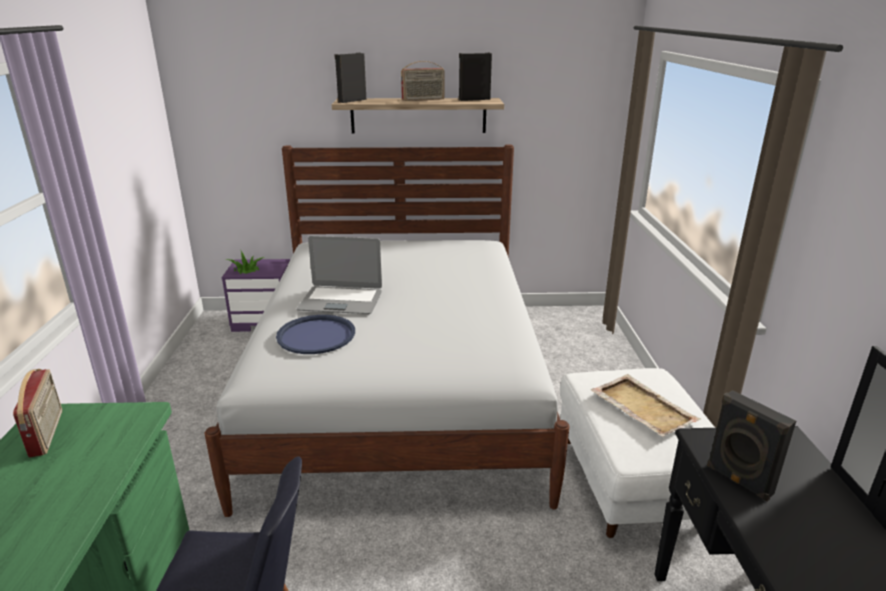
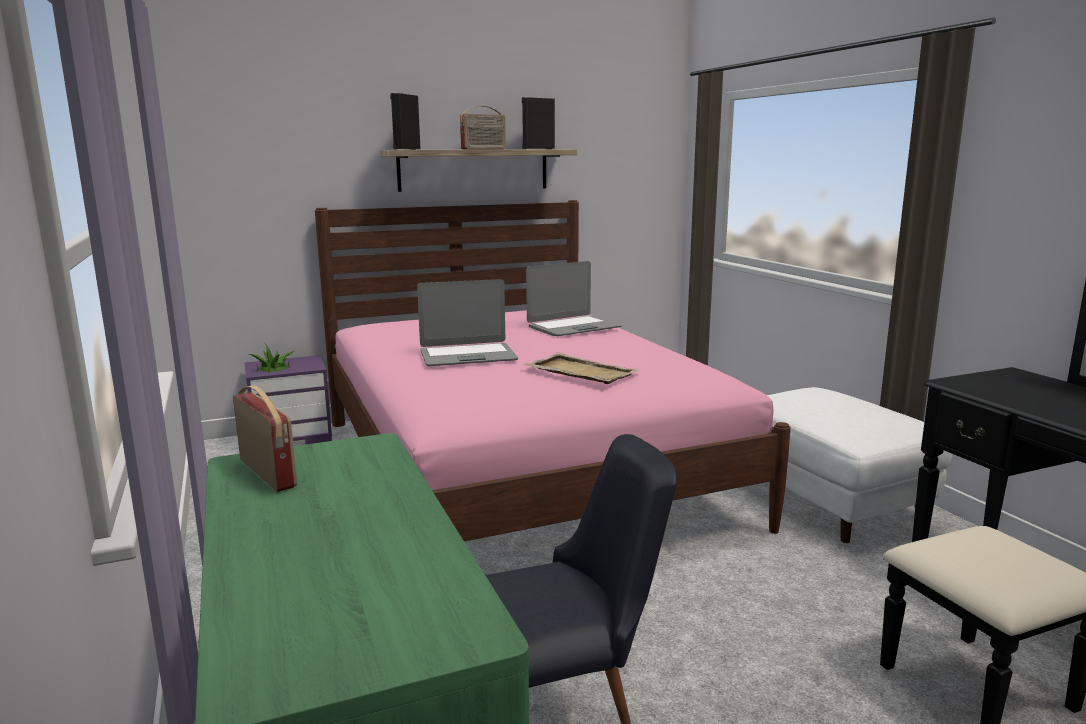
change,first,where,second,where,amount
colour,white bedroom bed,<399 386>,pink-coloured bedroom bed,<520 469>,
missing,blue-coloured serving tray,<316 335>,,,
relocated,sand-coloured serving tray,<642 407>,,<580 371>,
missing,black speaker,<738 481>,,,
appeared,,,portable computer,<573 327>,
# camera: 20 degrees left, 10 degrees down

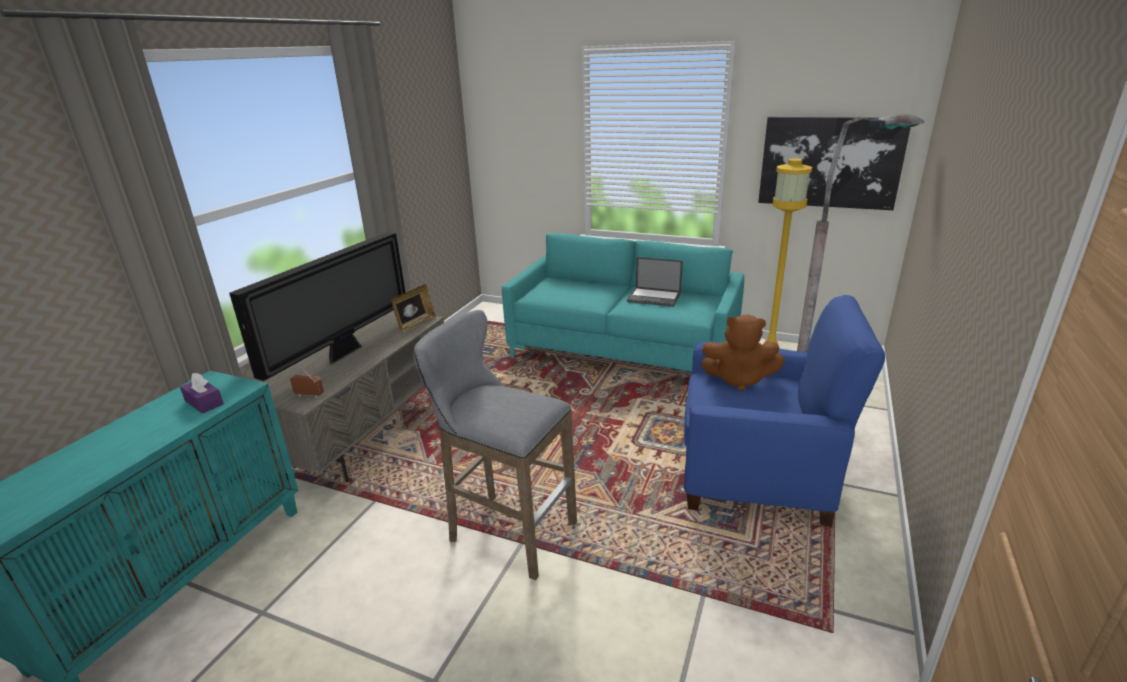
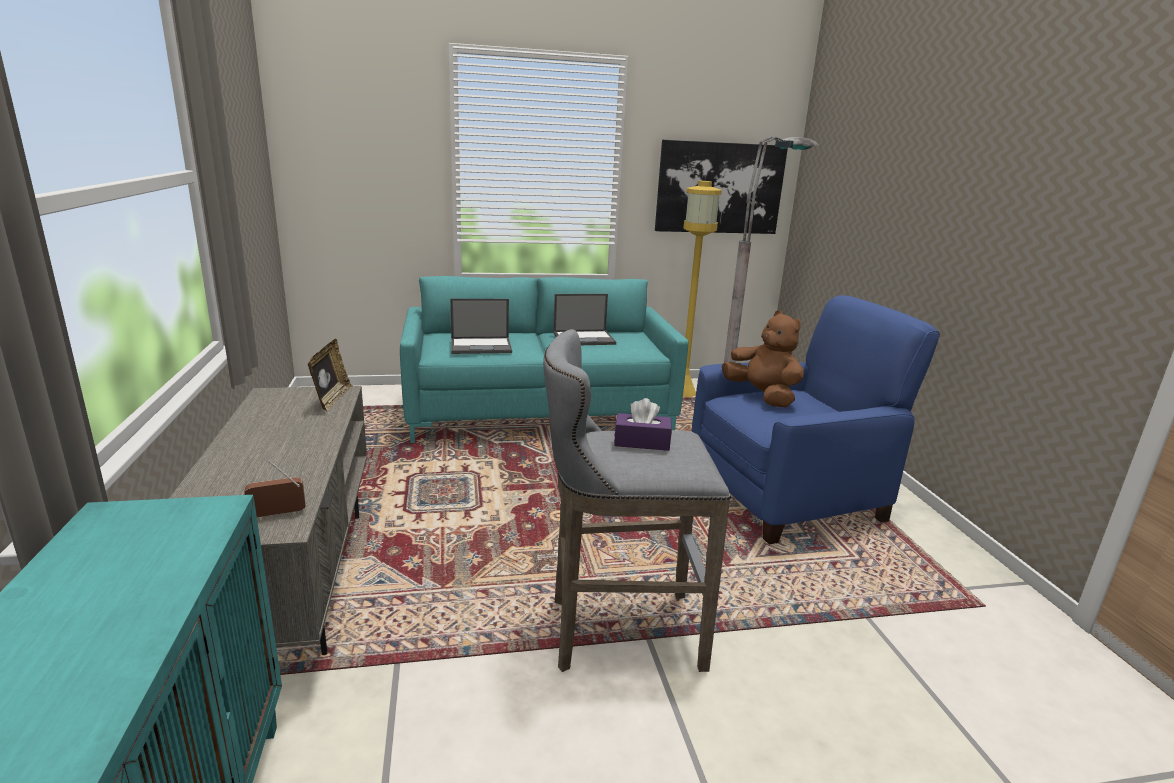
change,first,where,second,where,amount
missing,TV set,<344 353>,,,
spun,brown-coloured plush toy,<738 379>,,<762 397>,105 degrees counterclockwise
relocated,purple tissue holder,<204 402>,,<642 442>,
appeared,,,portable computer,<482 346>,
# camera: 35 degrees left, 5 degrees down

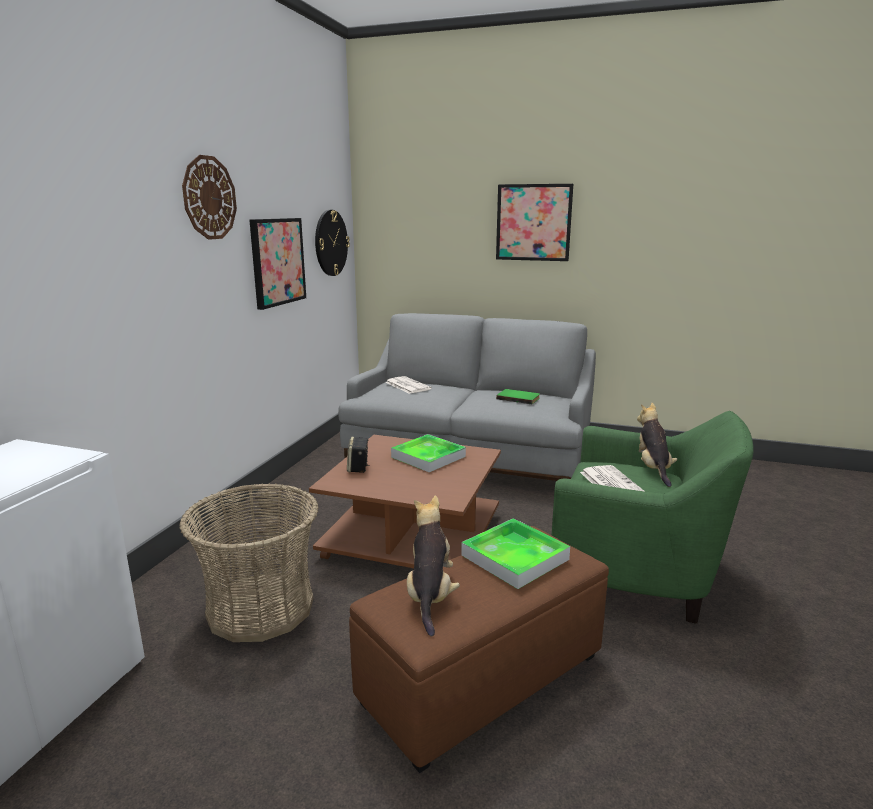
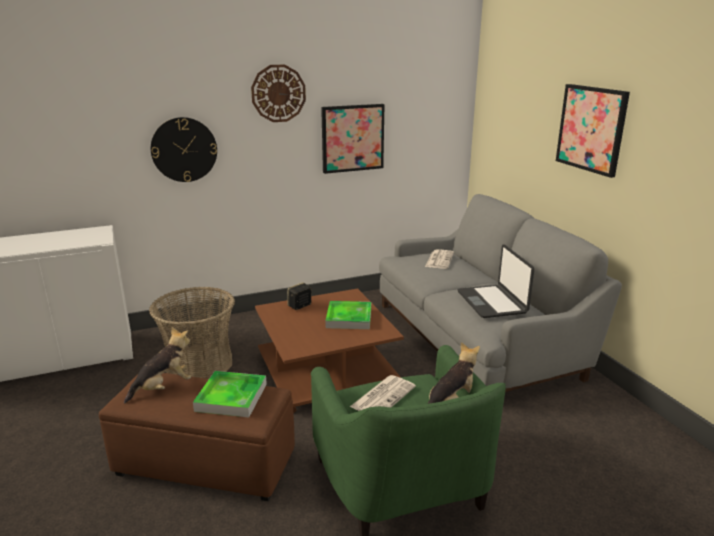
change,first,where,second,where,amount
relocated,wall clock,<330 243>,,<184 149>,
exchanged,green-coloured book,<518 398>,portable computer,<492 302>,
# camera: 50 degrees right, 5 degrees up

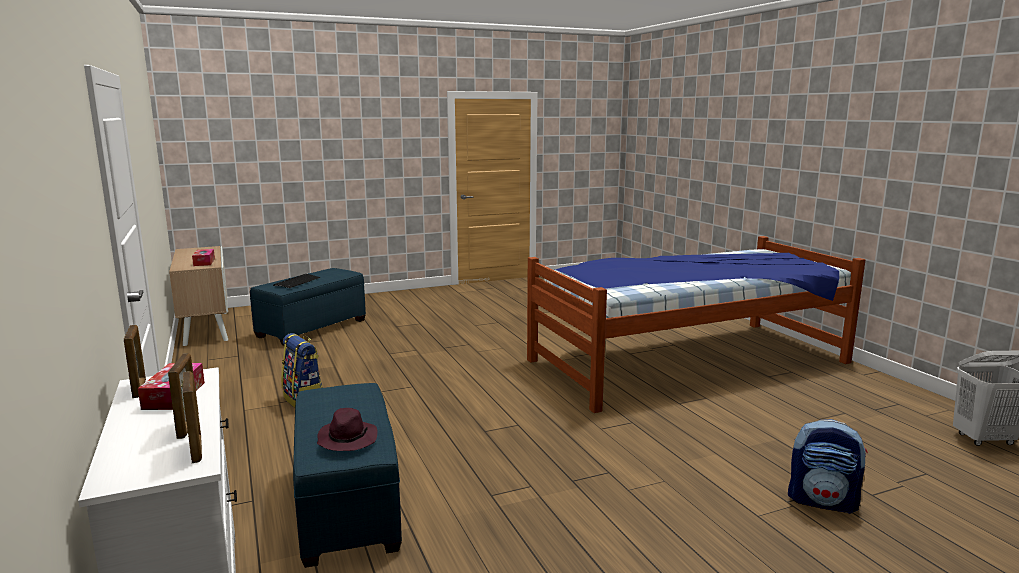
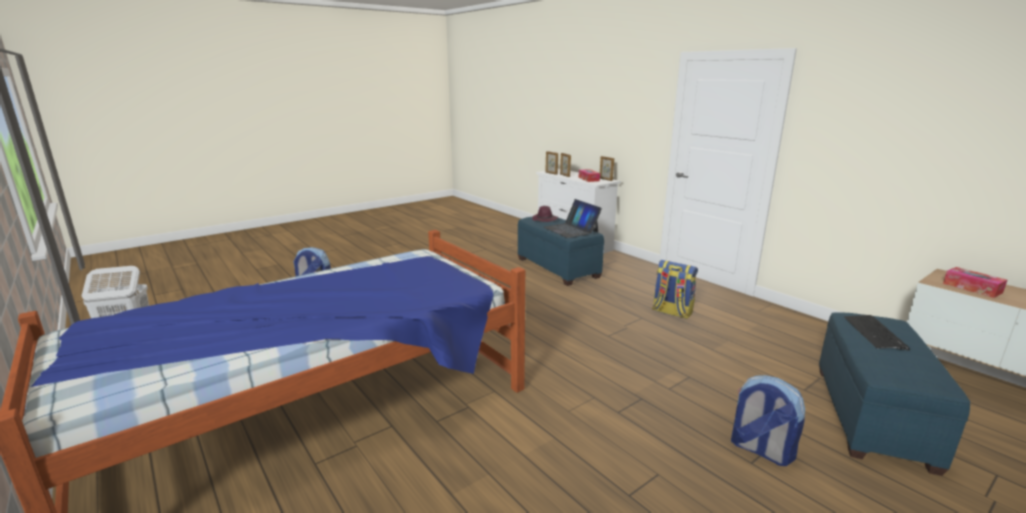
change,first,where,second,where,amount
appeared,,,portable computer,<571 229>,
appeared,,,rucksack,<760 450>,
# camera: 165 degrees right, 5 degrees up

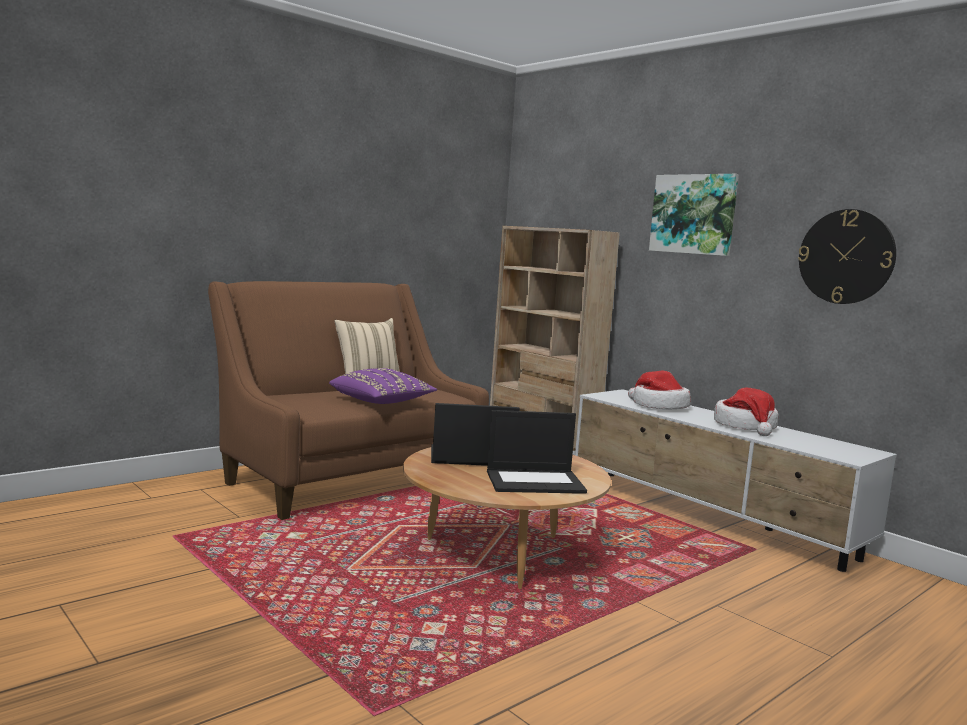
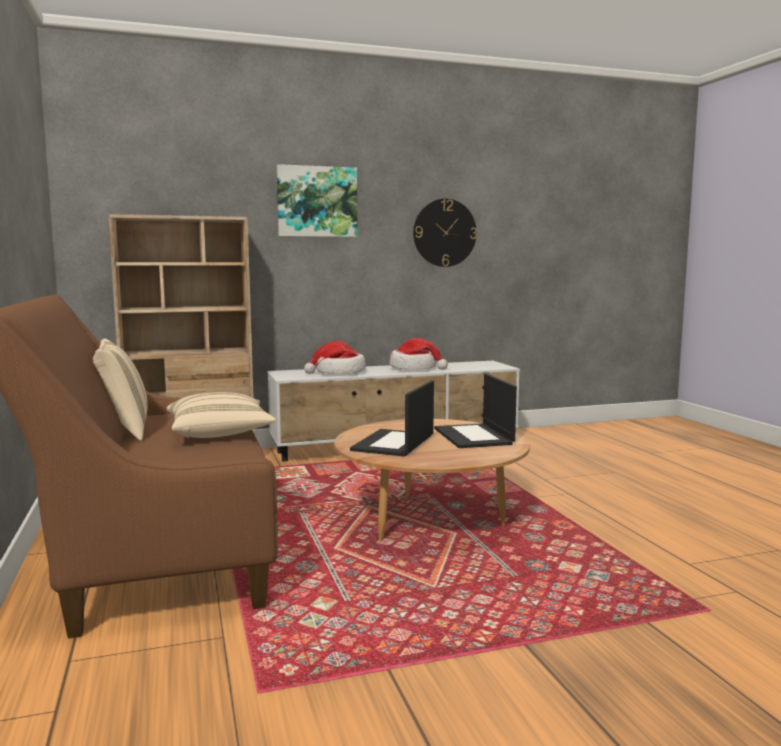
change,first,where,second,where,amount
colour,purple cushion,<382 402>,sand-coloured cushion,<220 433>,
spun,portable computer,<535 481>,,<474 436>,150 degrees clockwise
# camera: 65 degrees left, 0 degrees up

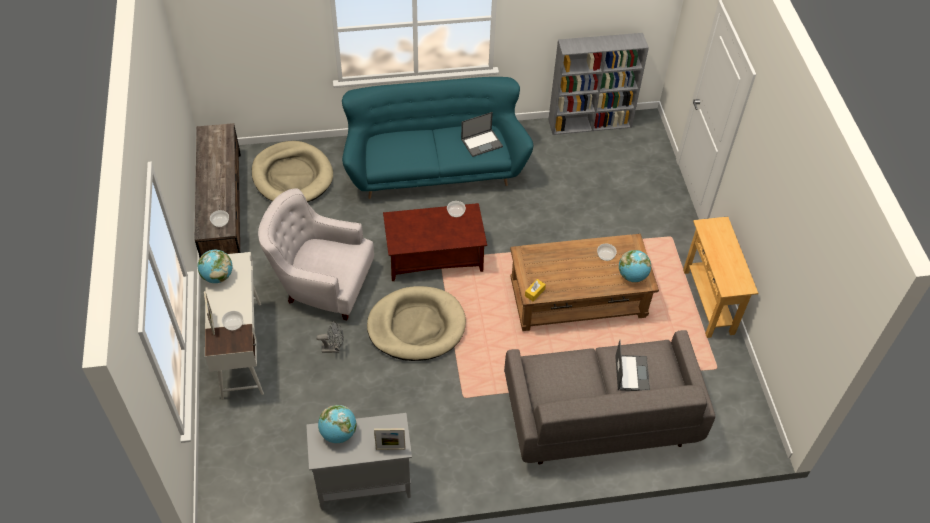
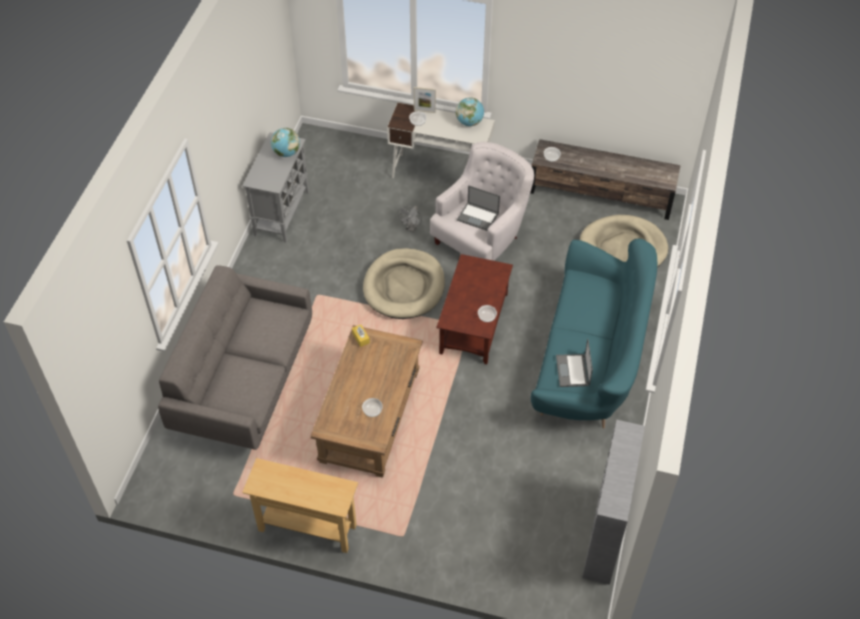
change,first,where,second,where,amount
missing,globe,<632 276>,,,
relocated,portable computer,<631 373>,,<478 216>,
missing,picture frame,<390 448>,,,
# camera: 115 degrees right, 0 degrees up

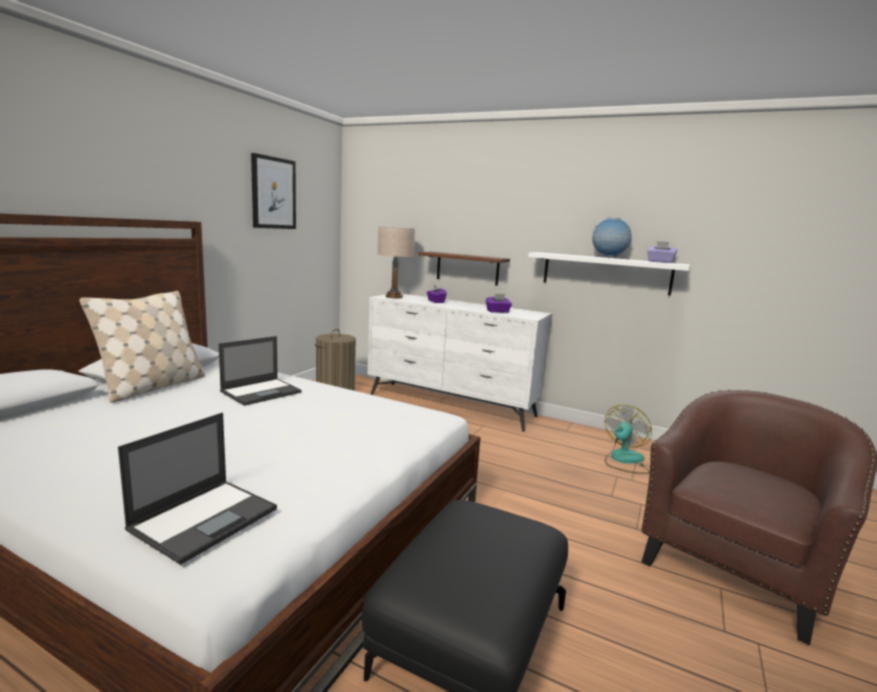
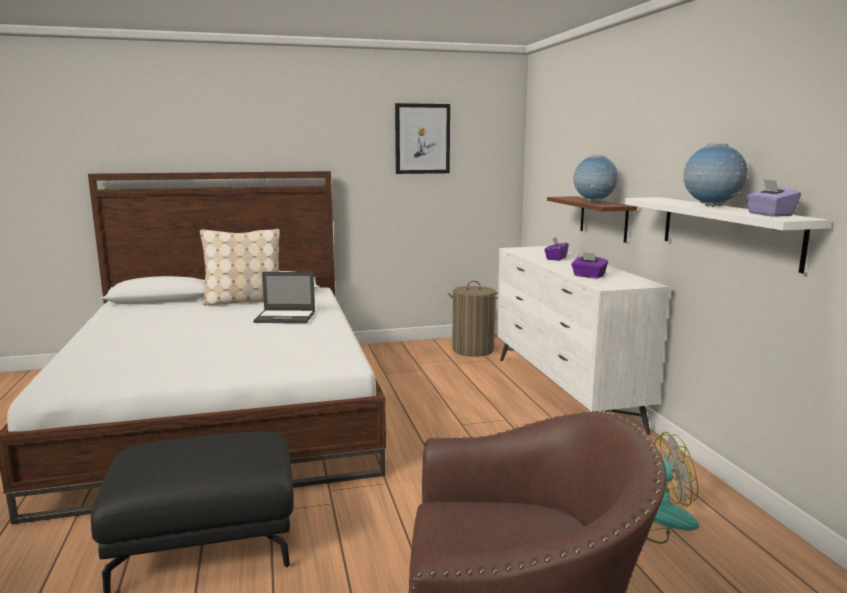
change,first,where,second,where,amount
missing,sand-coloured table lamp,<394 297>,,,
missing,portable computer,<206 518>,,,
appeared,,,globe,<594 202>,
# camera: 50 degrees right, 0 degrees up

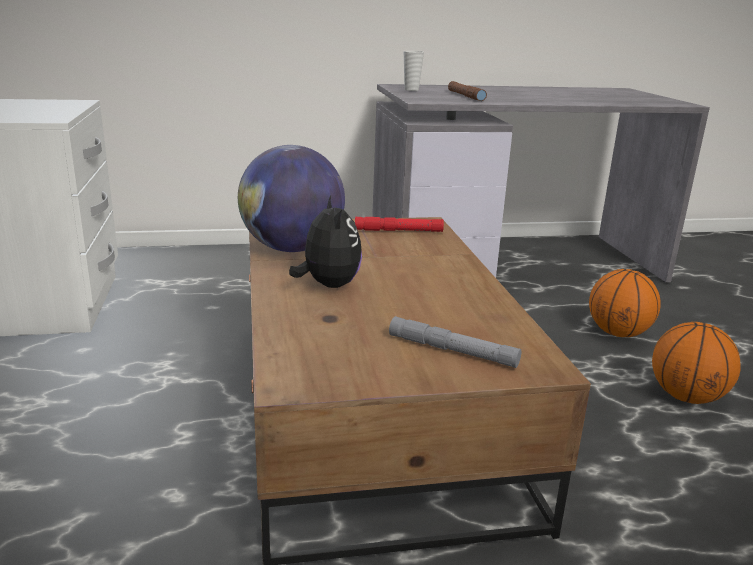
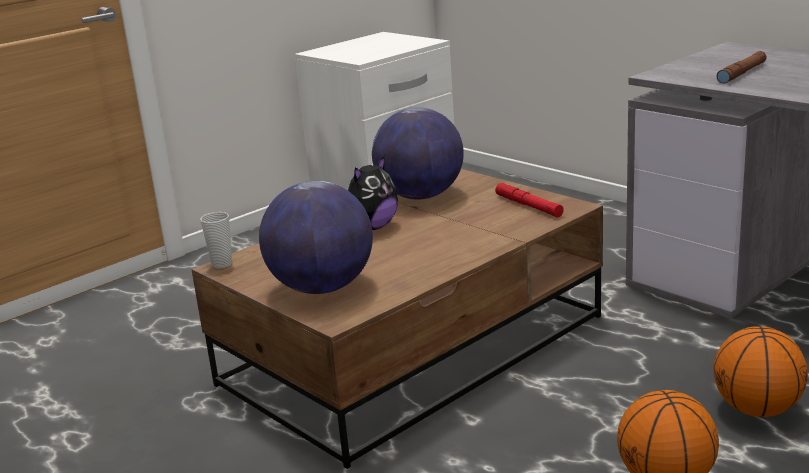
change,first,where,second,where,amount
relocated,small cup,<411 90>,,<222 264>,
exchanged,greyish hand torch,<452 350>,globe,<321 288>,
# camera: 60 degrees right, 0 degrees up

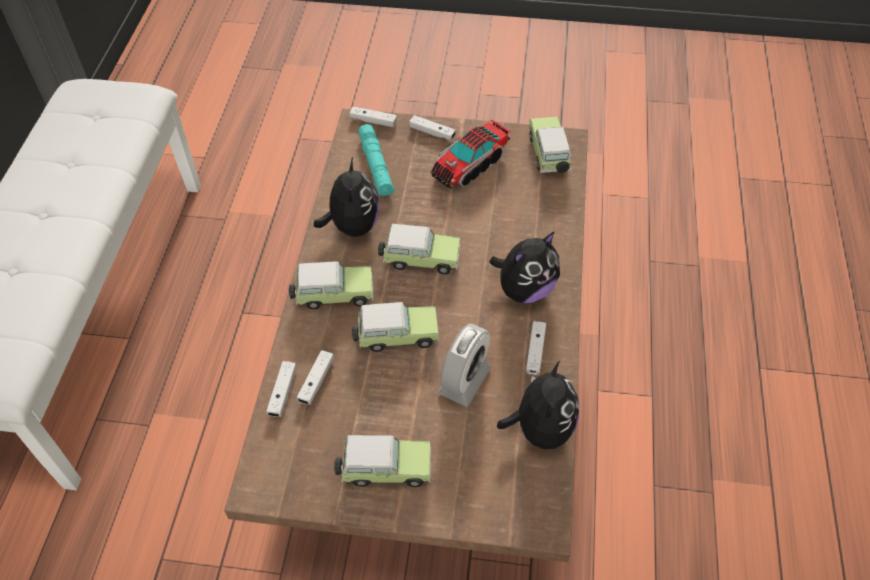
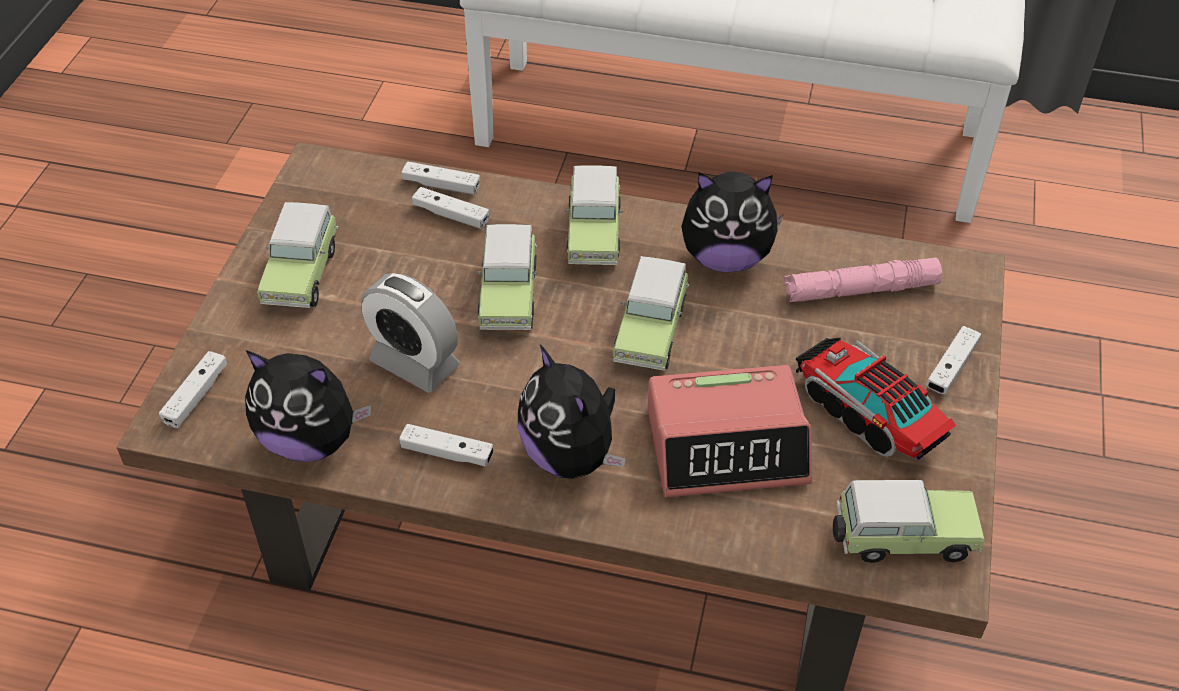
change,first,where,second,where,amount
relocated,white gamepad,<373 121>,,<196 396>,
colour,blue-green hand torch,<376 166>,pink-coloured hand torch,<860 290>,
appeared,,,alarm clock,<727 445>,
# camera: 95 degrees right, 5 degrees down

